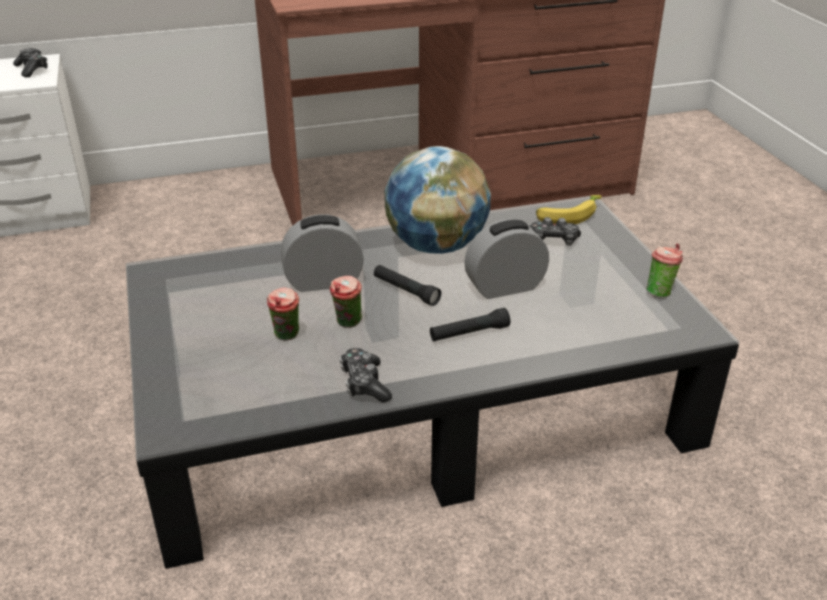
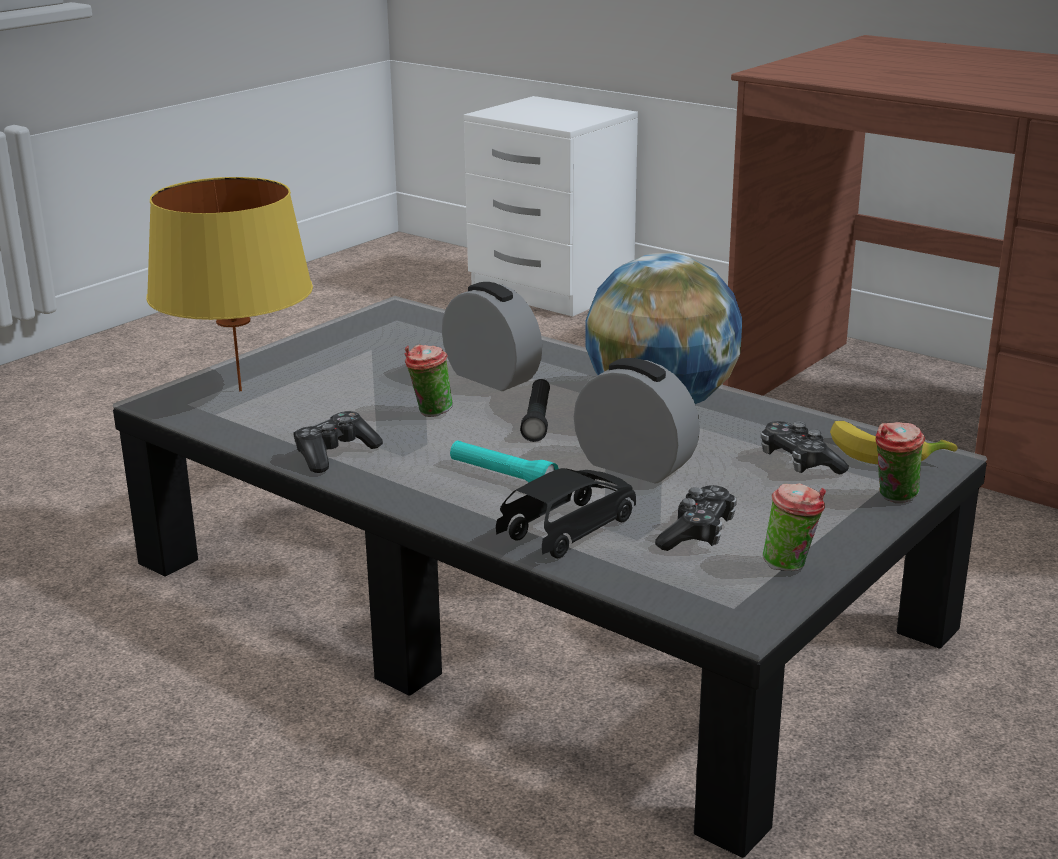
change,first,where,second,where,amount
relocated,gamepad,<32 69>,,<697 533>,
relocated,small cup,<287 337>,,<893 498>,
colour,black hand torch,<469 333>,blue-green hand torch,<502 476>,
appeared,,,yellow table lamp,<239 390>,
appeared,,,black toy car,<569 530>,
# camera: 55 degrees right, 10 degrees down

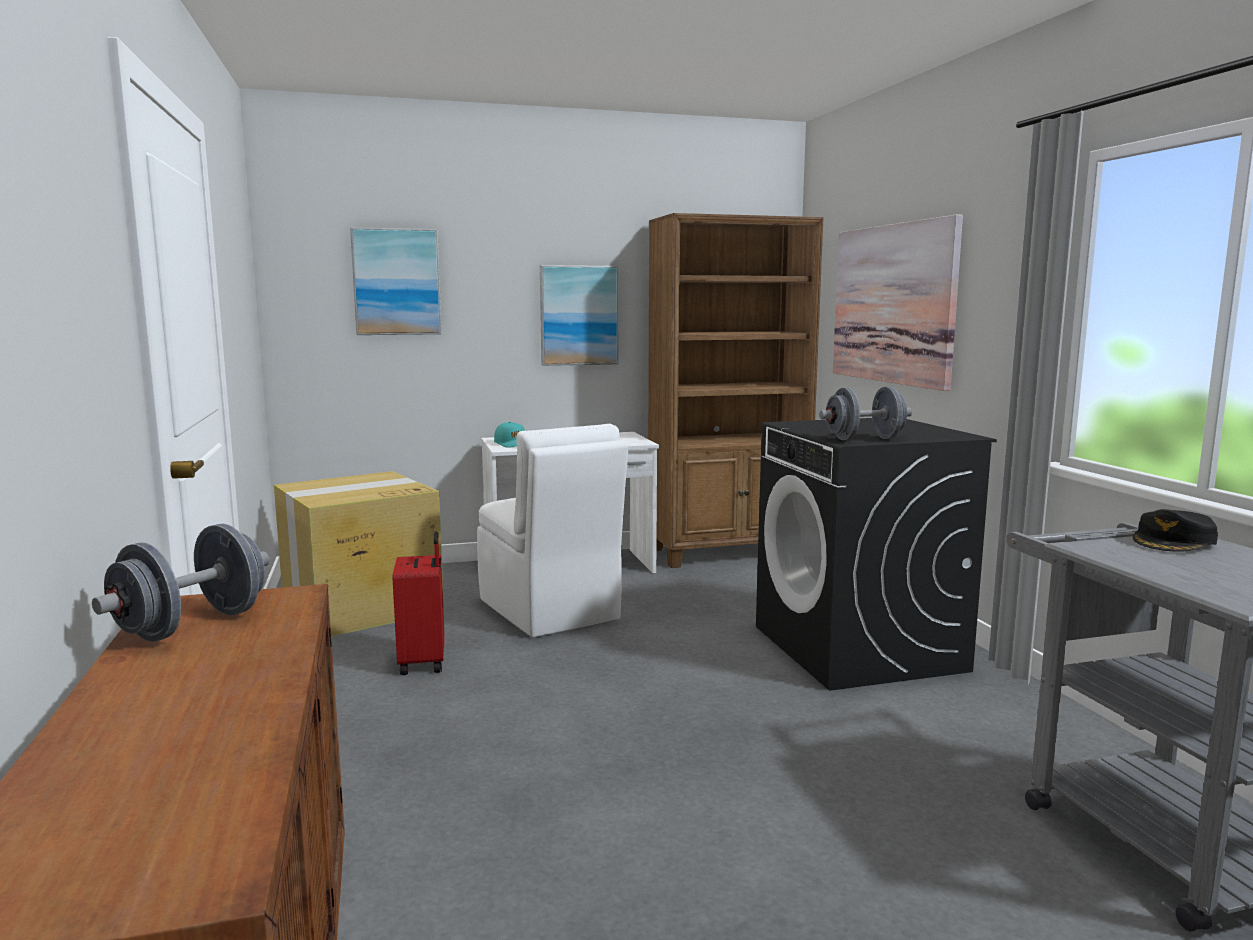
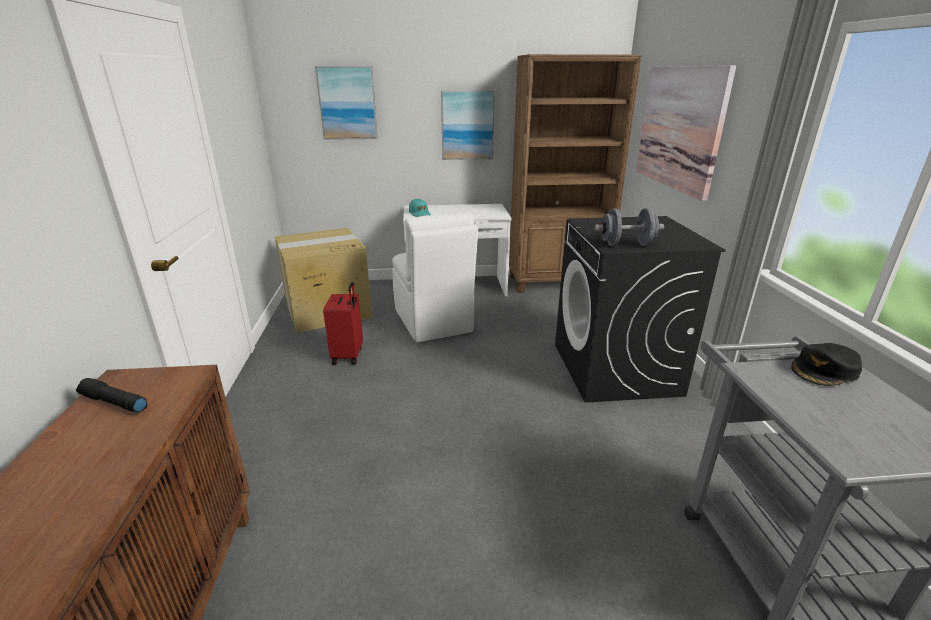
change,first,where,second,where,amount
exchanged,greyish dumbbell,<192 625>,black hand torch,<113 403>,
# camera: 10 degrees right, 15 degrees up

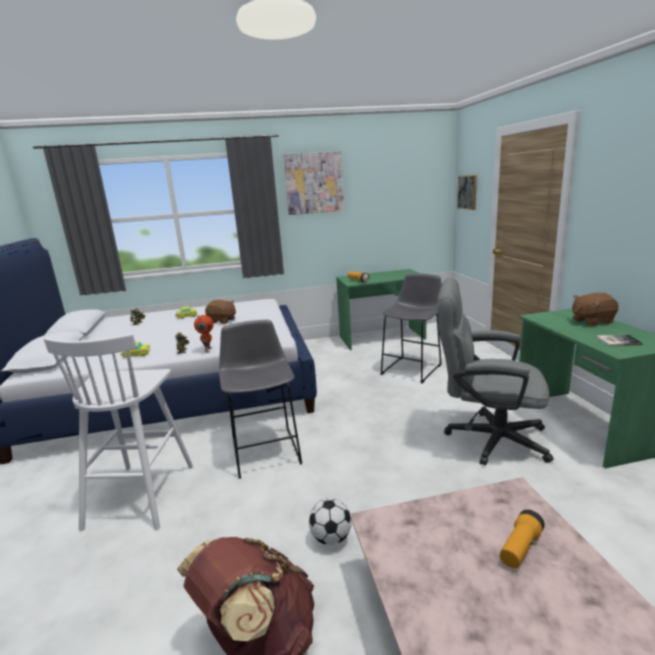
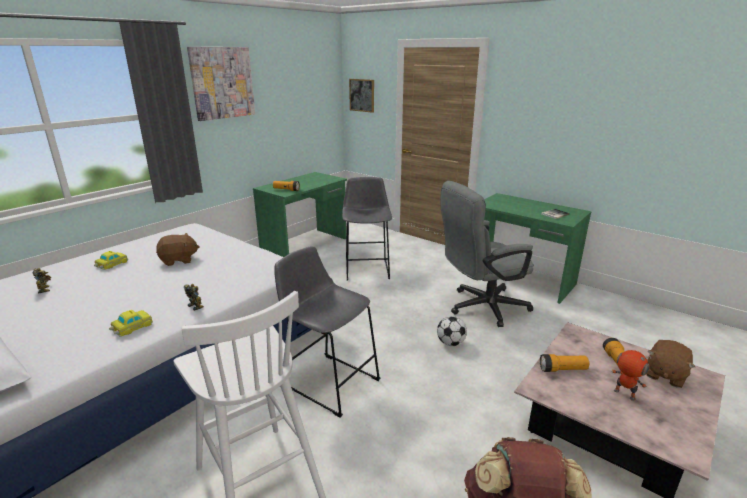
change,first,where,second,where,amount
relocated,brown-coloured plush toy,<591 321>,,<664 375>,
relocated,robot figure,<207 350>,,<623 395>,
relocated,ball for football,<331 538>,,<450 343>,
appeared,,,hand torch,<562 369>,
# camera: 40 degrees left, 5 degrees up

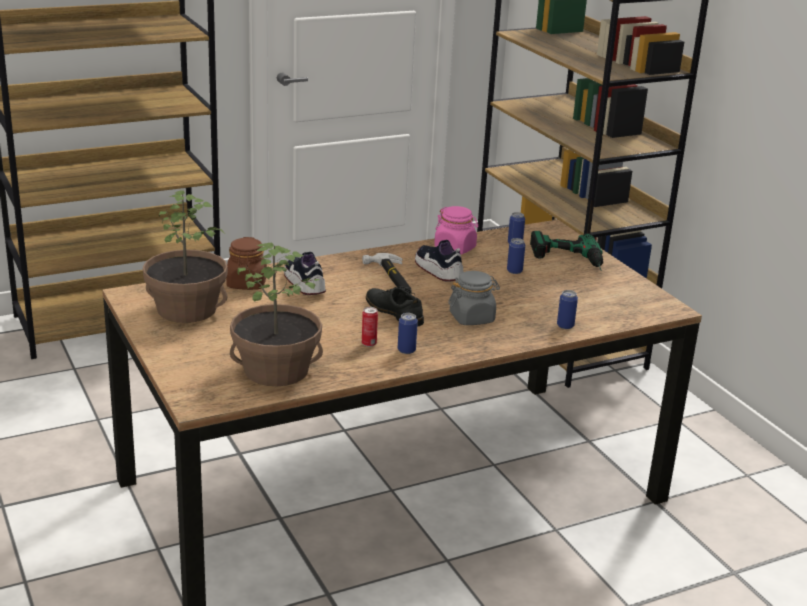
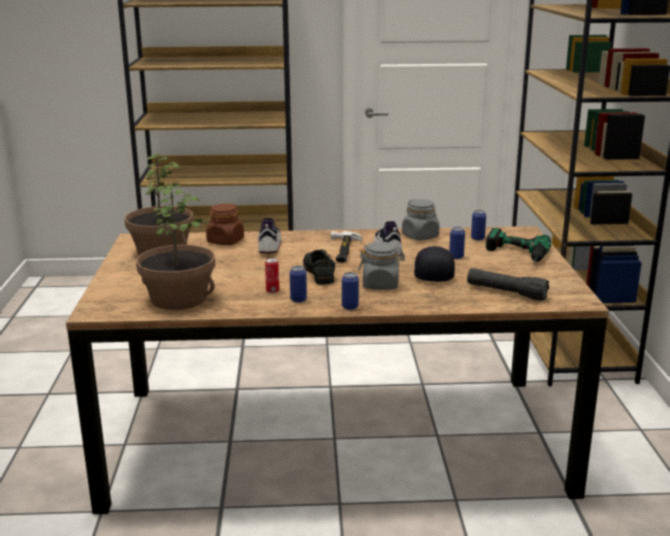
change,first,where,second,where,amount
colour,pink-coloured storage jar,<455 248>,greyish storage jar,<420 236>,
relocated,metal can,<565 326>,,<350 307>,
appeared,,,black peaked cap,<433 275>,
appeared,,,black hand torch,<506 293>,
# camera: 25 degrees right, 5 degrees down

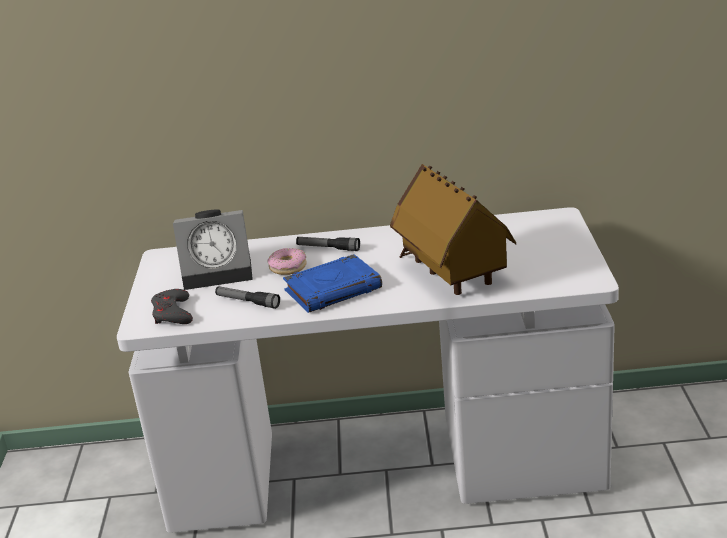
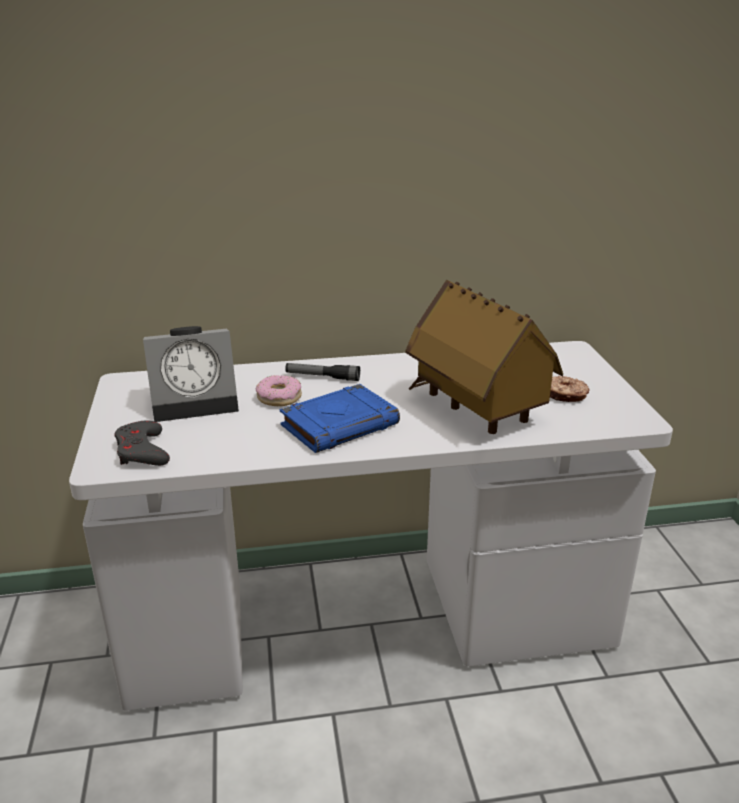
change,first,where,second,where,amount
missing,hand torch,<247 302>,,,
appeared,,,ring doughnut,<564 395>,
# camera: 10 degrees left, 0 degrees up

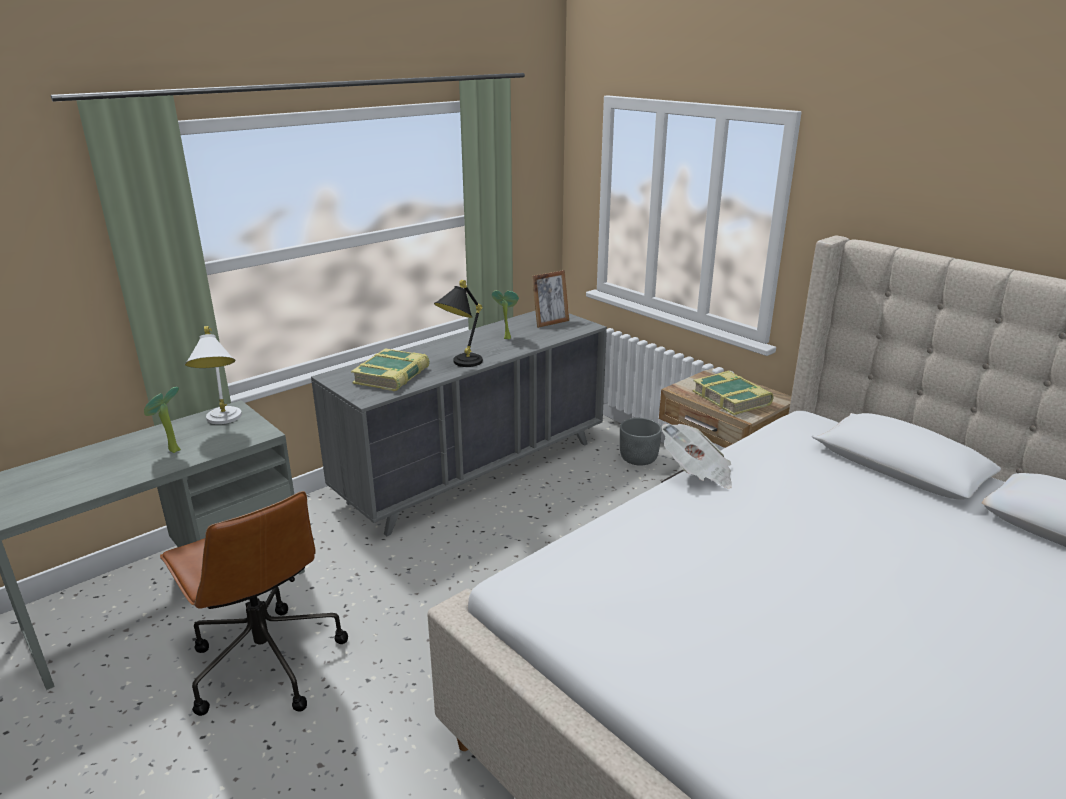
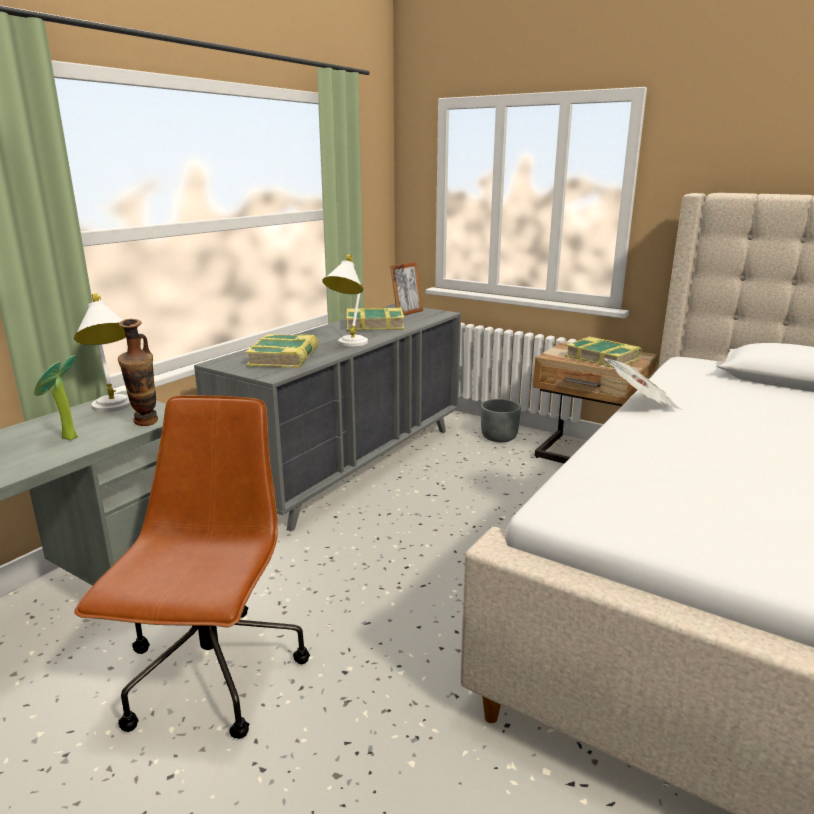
change,first,where,second,where,amount
colour,black table lamp,<460 365>,white table lamp,<348 345>,
exchanged,houseplant,<506 337>,book,<374 325>,
spun,brown-coloured office chair,<265 662>,,<212 676>,120 degrees counterclockwise
appeared,,,flower vase,<146 425>,
# camera: 15 degrees left, 5 degrees down

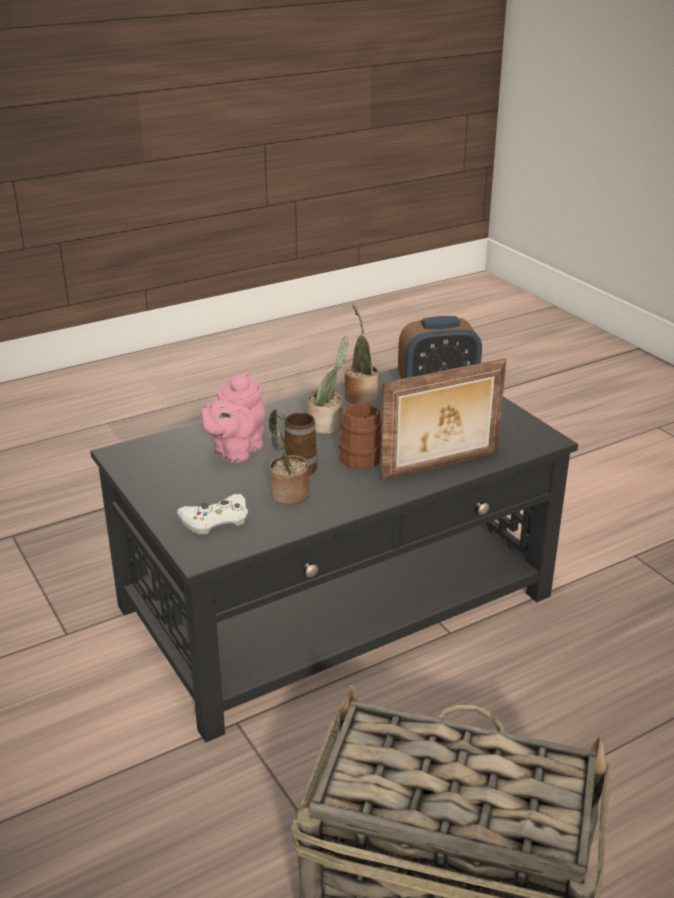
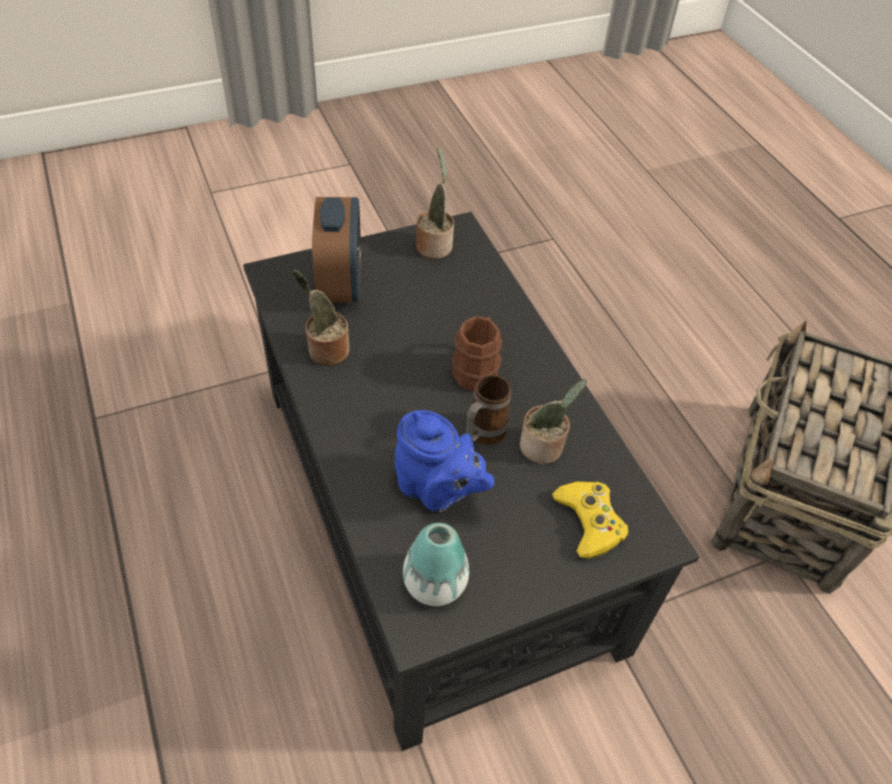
change,first,where,second,where,amount
relocated,houseplant,<327 425>,,<434 244>,
missing,picture frame,<441 467>,,,
colour,pink-coloured teapot,<235 451>,blue-coloured teapot,<437 490>,
colour,white gamepad,<215 519>,yellow gamepad,<589 522>,
appeared,,,flower vase,<435 583>,
# camera: 85 degrees left, 20 degrees up

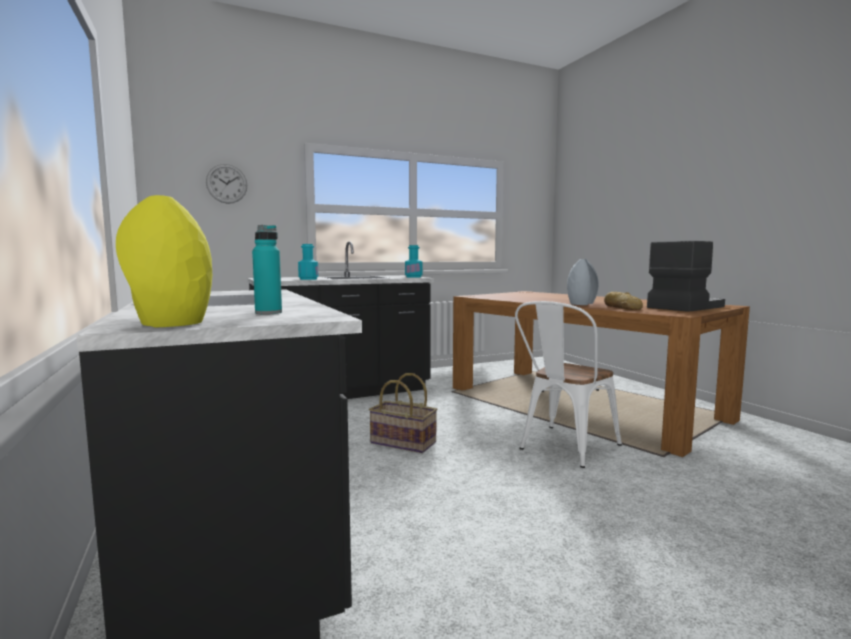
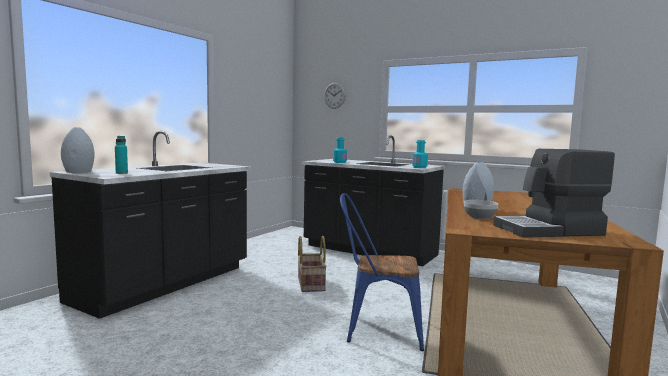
change,first,where,second,where,amount
colour,yellow flower vase,<171 324>,greyish flower vase,<78 172>,
spun,coffee maker,<684 307>,,<549 230>,150 degrees clockwise
exchanged,bread,<621 307>,serving bowl,<480 217>,
colour,white plain chair,<564 448>,blue-coloured plain chair,<377 330>,
# camera: 55 degrees right, 0 degrees up

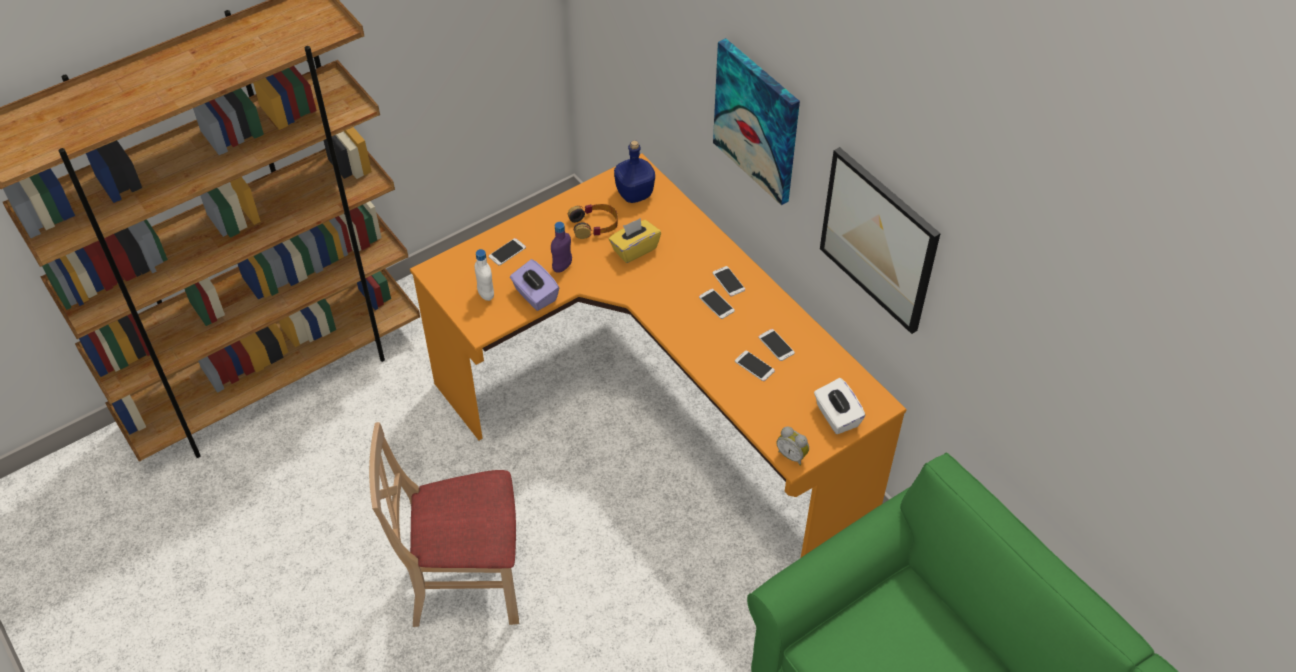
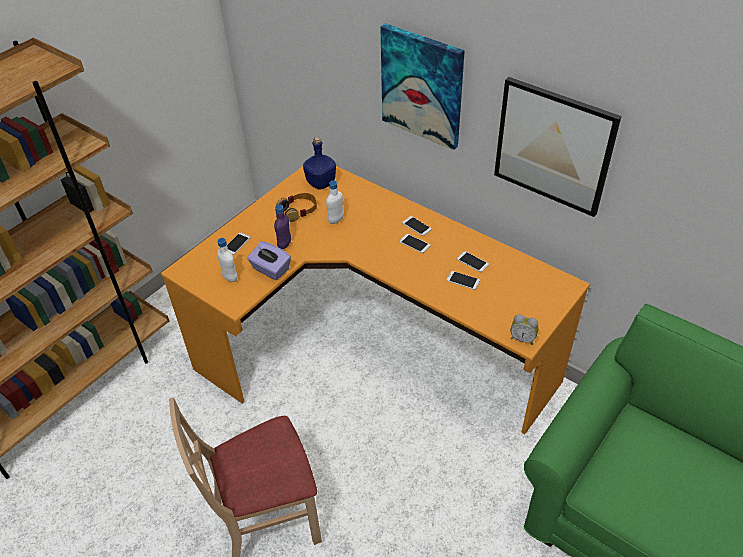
change,first,where,second,where,amount
exchanged,yellow tissue holder,<634 249>,white beverage bottle,<336 220>,
missing,white tissue holder,<836 416>,,,
# camera: 15 degrees left, 5 degrees down

